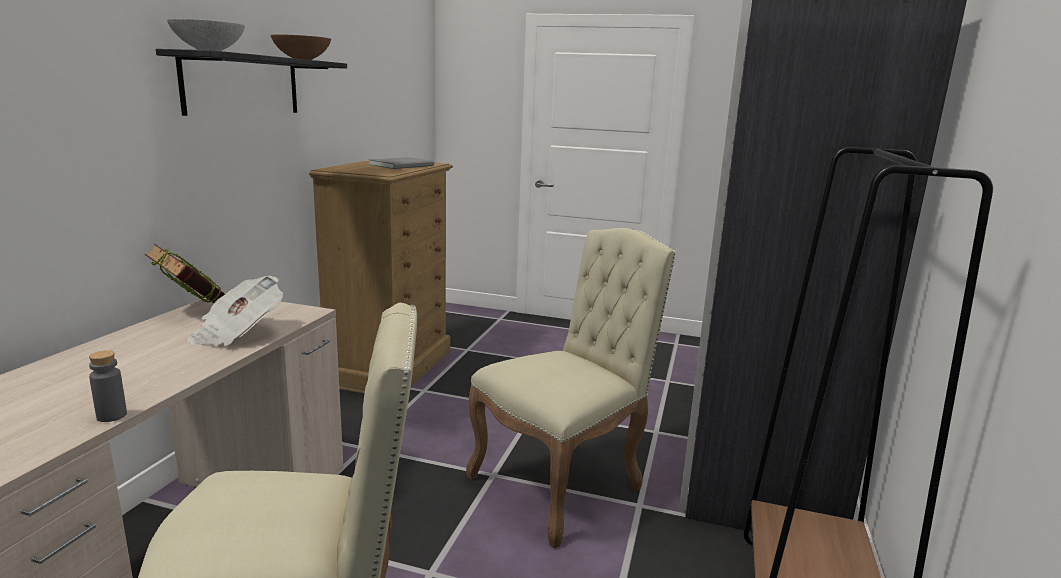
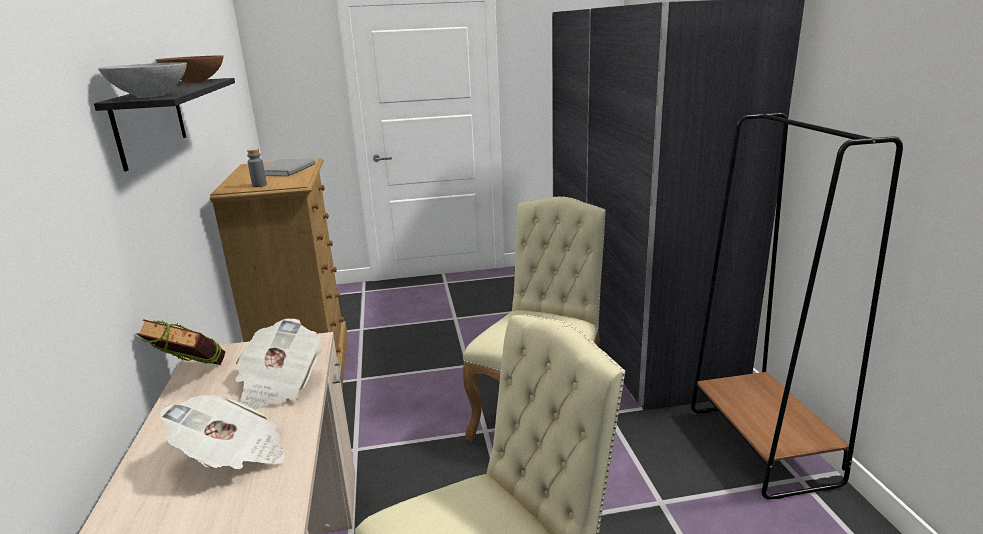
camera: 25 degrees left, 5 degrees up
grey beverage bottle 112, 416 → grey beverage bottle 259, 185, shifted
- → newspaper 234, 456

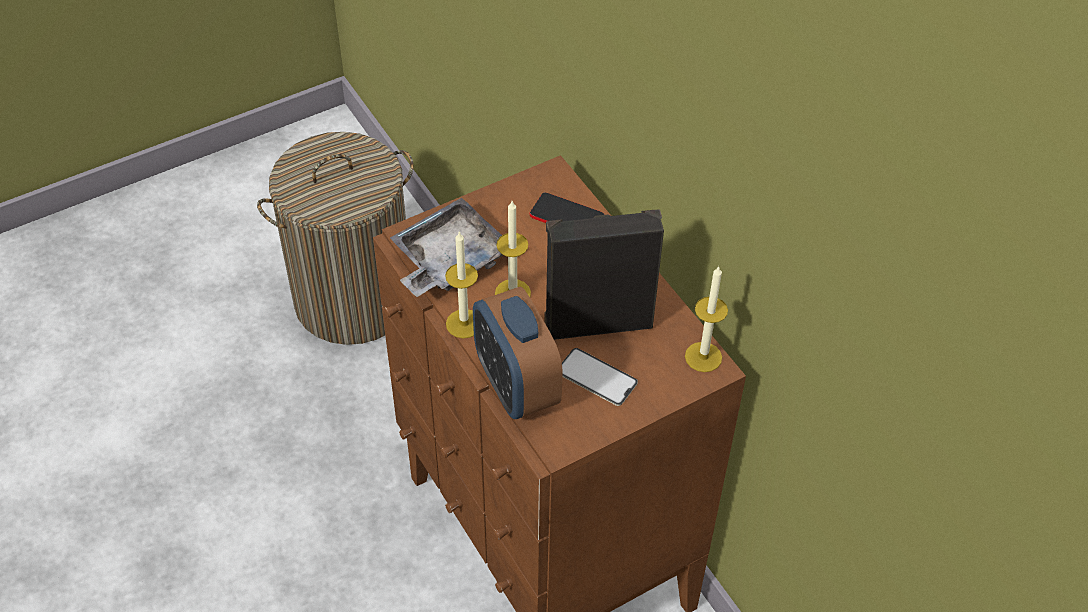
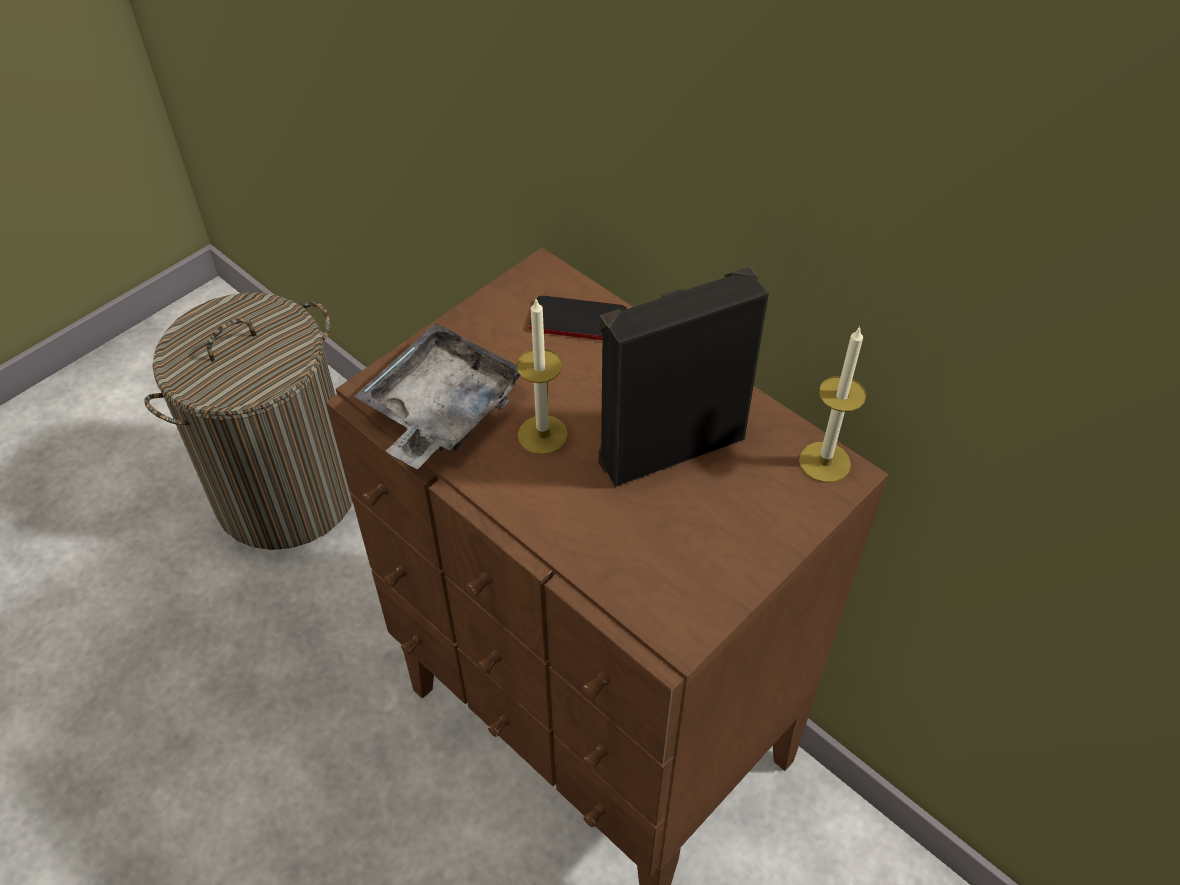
camera: 15 degrees left, 0 degrees up
candle 464, 323 → -
alarm clock 516, 386 → -
phone 596, 377 → -

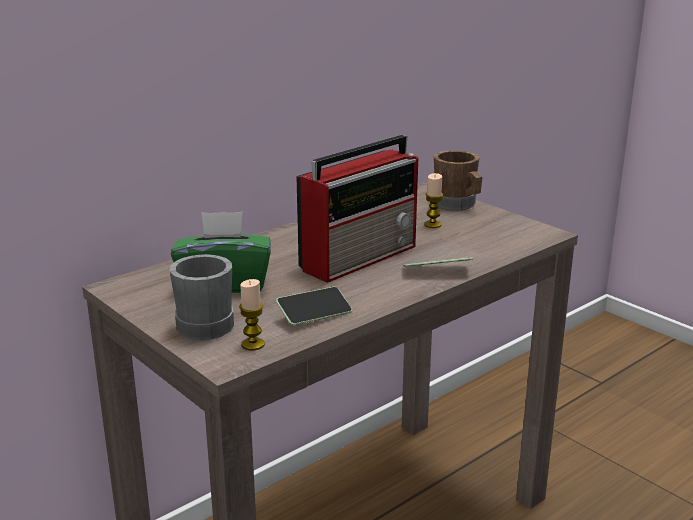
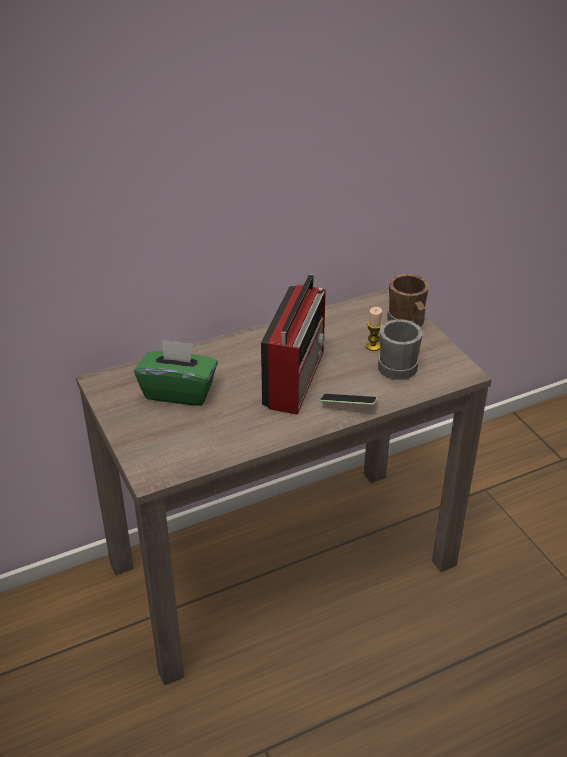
camera: 15 degrees right, 15 degrees up
radio receiver 361, 257 → radio receiver 295, 377, 45 degrees counterclockwise
grey coffee mug 206, 323 → grey coffee mug 398, 365, shifted
candle 253, 344 → -
phone 314, 315 → -

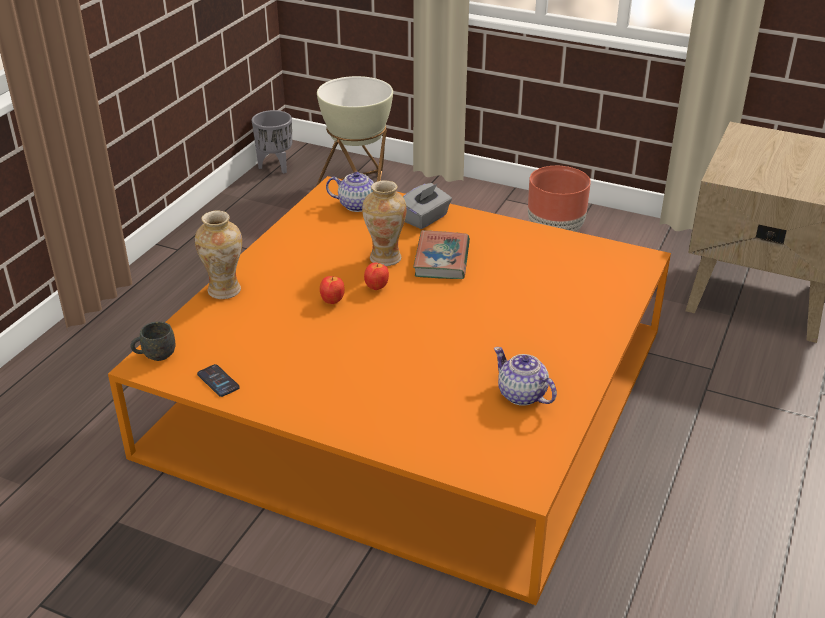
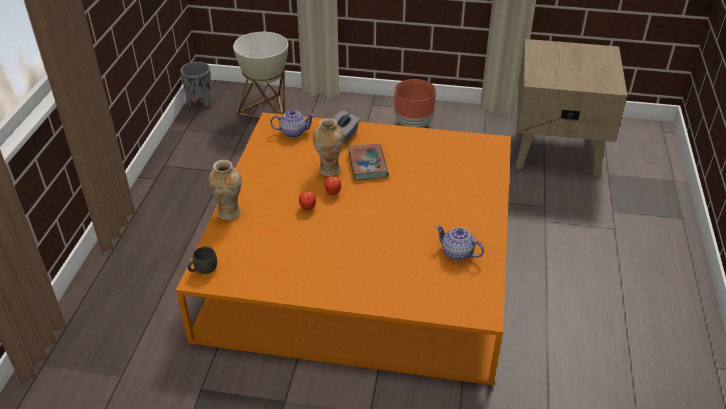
camera: 15 degrees left, 5 degrees up
phone 218, 381 → -

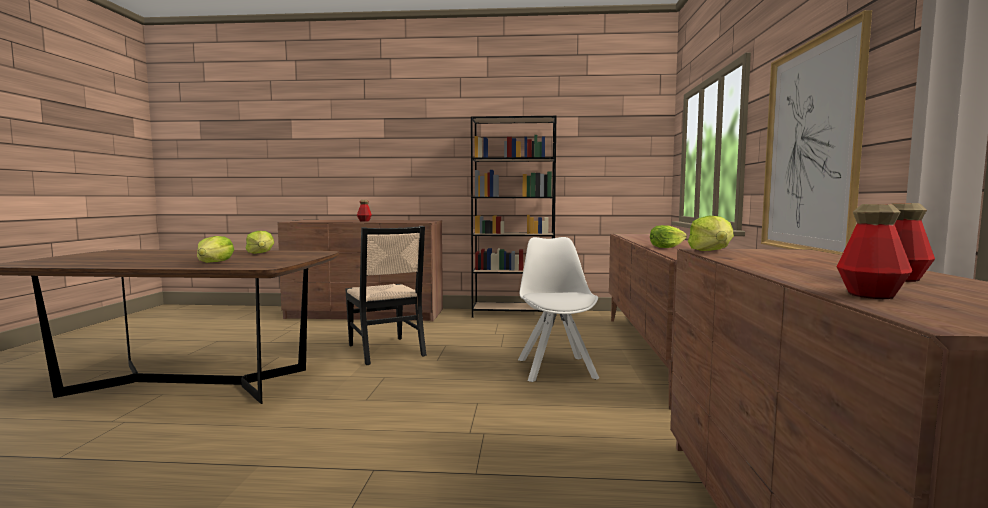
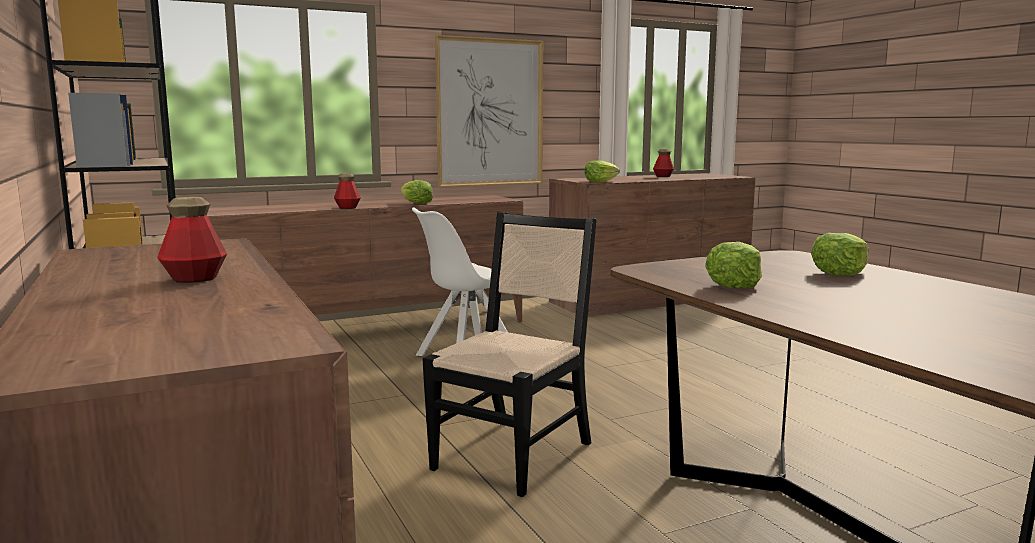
camera: 120 degrees left, 5 degrees up
beverage bottle 871, 295 → beverage bottle 347, 208, shifted

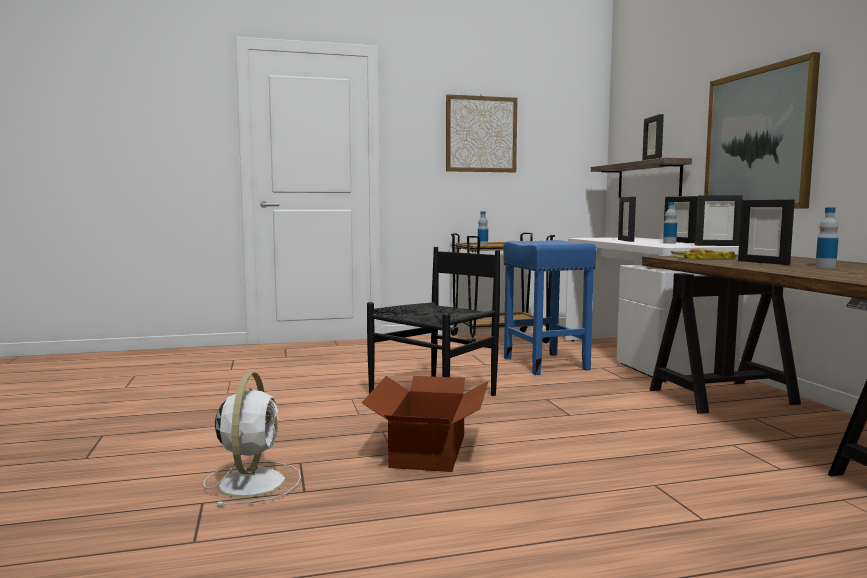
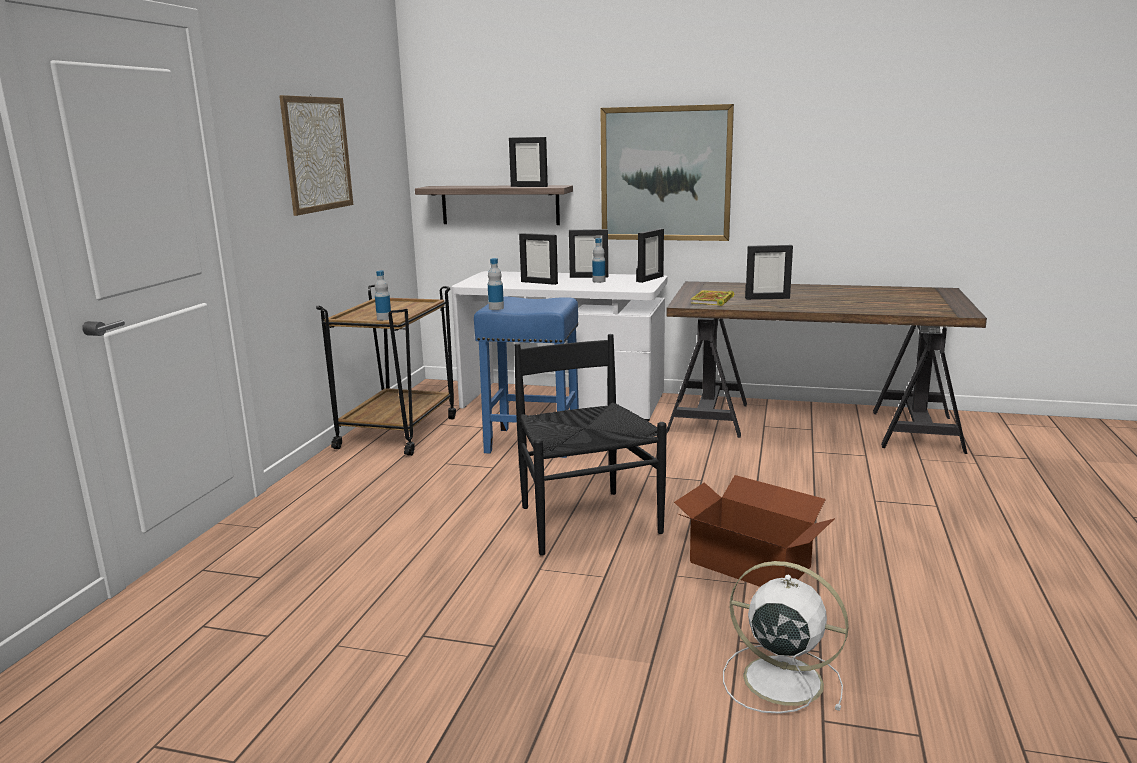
camera: 60 degrees left, 10 degrees up
beverage bottle 825, 266 → beverage bottle 496, 308, shifted

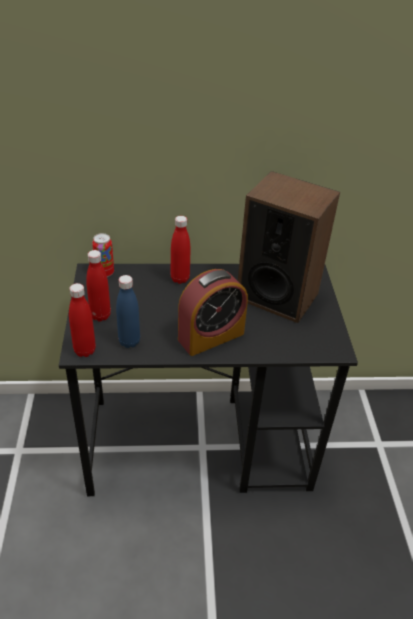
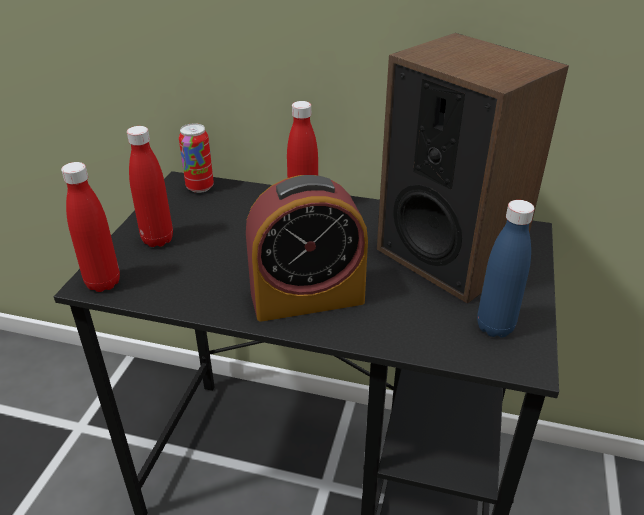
camera: 20 degrees right, 5 degrees down
bluish beverage bottle 129, 341 → bluish beverage bottle 495, 327, shifted

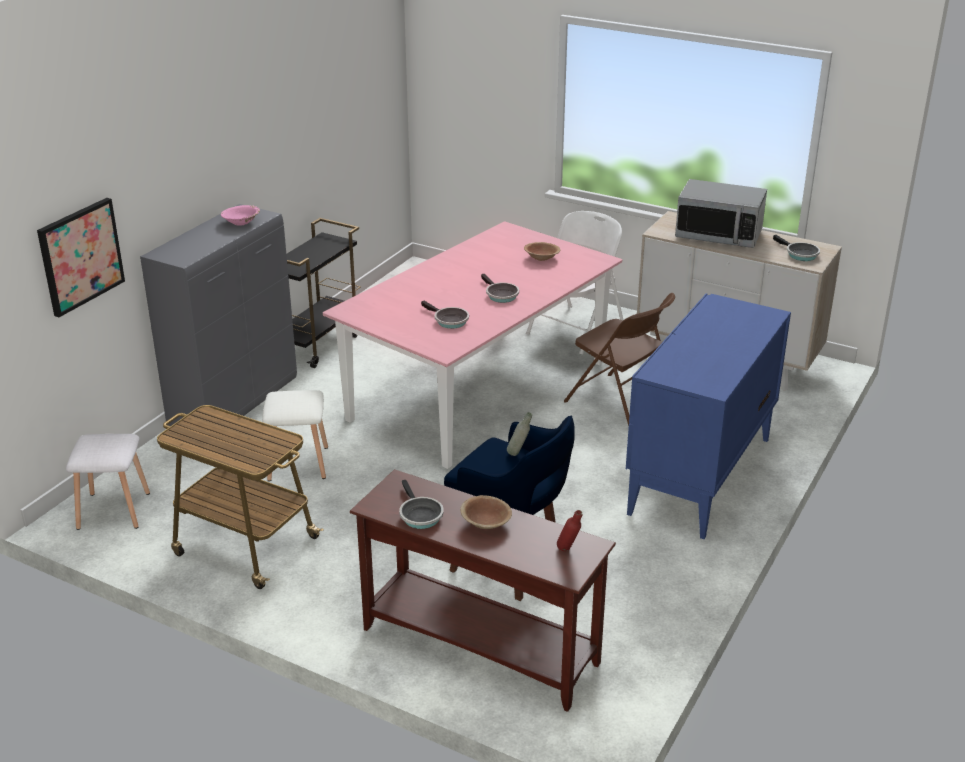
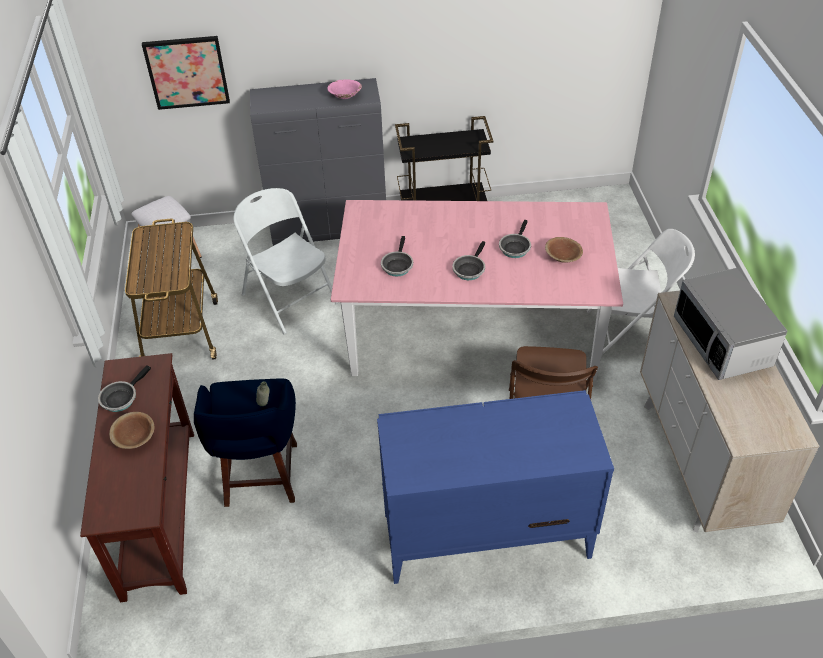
camera: 55 degrees right, 15 degrees up
frying pan 799, 254 → frying pan 515, 247, shifted
white stool 297, 463 → white chair 290, 298
reddish beverage bottle 568, 551 → -

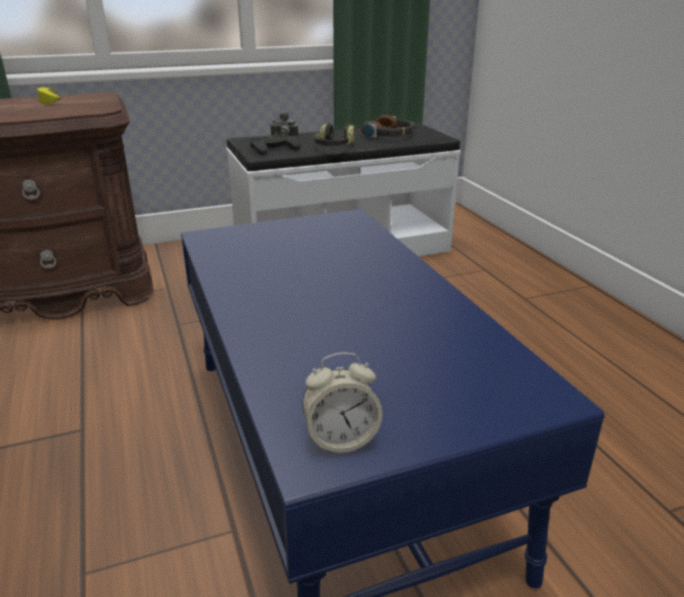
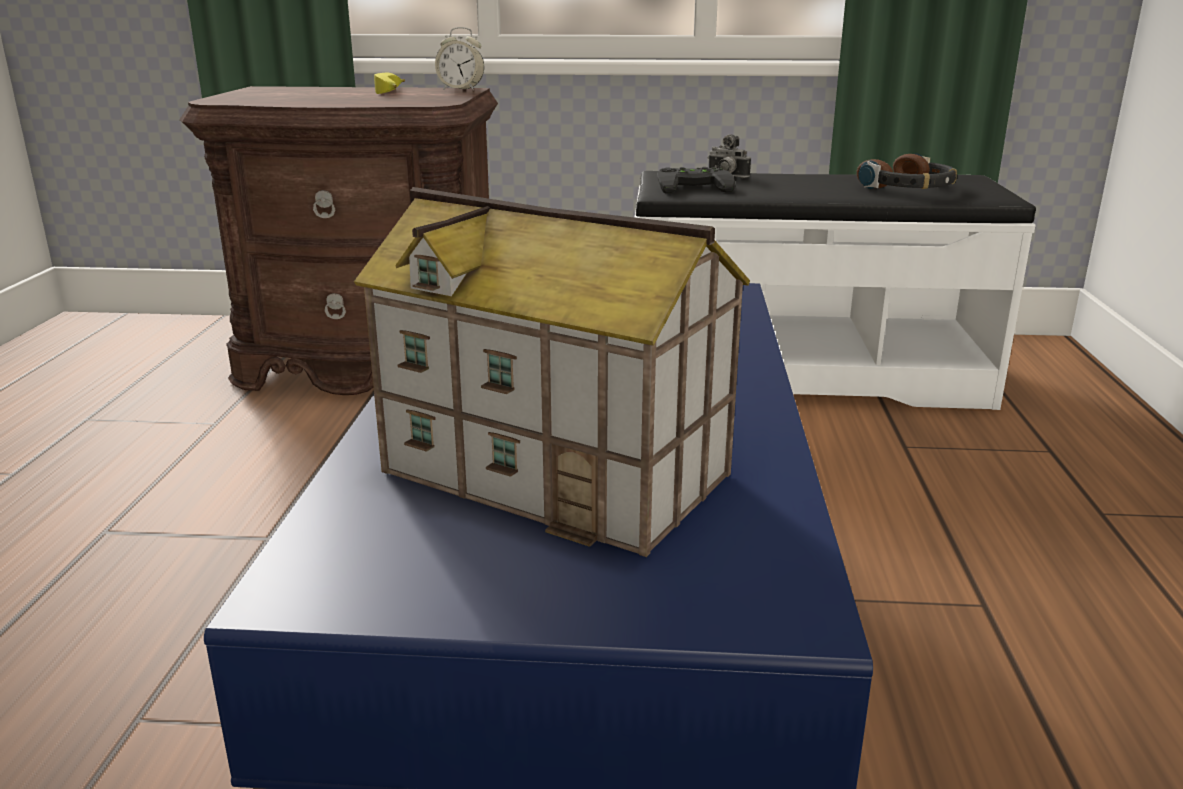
camera: 25 degrees right, 5 degrees down
pair of headphones 334, 147 → -
alarm clock 341, 440 → alarm clock 461, 90, shifted
- → model house 559, 472

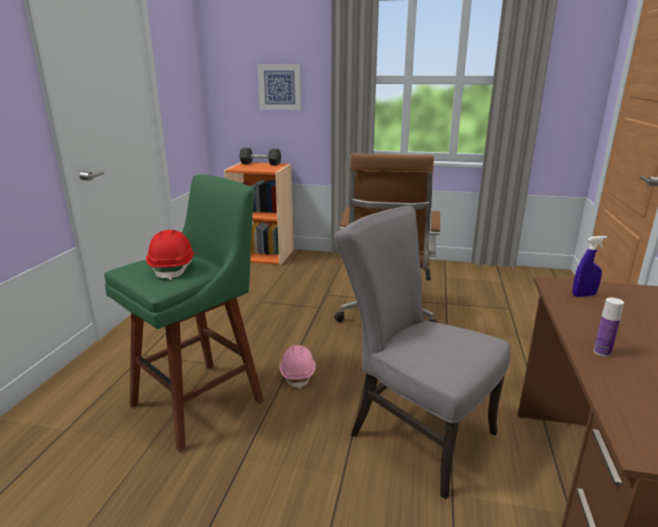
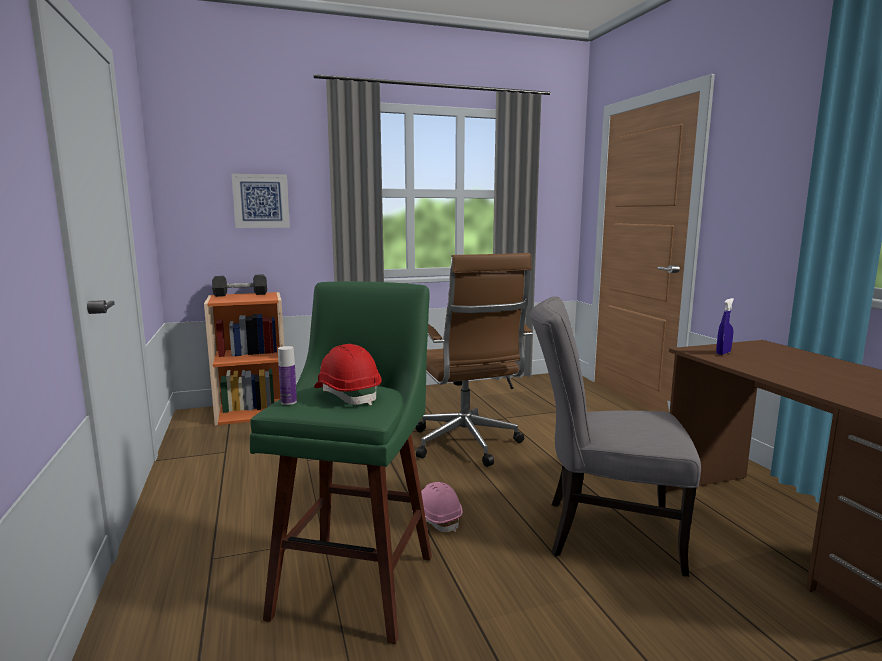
camera: 30 degrees left, 10 degrees down
beverage bottle 602, 352 → beverage bottle 288, 402, shifted

